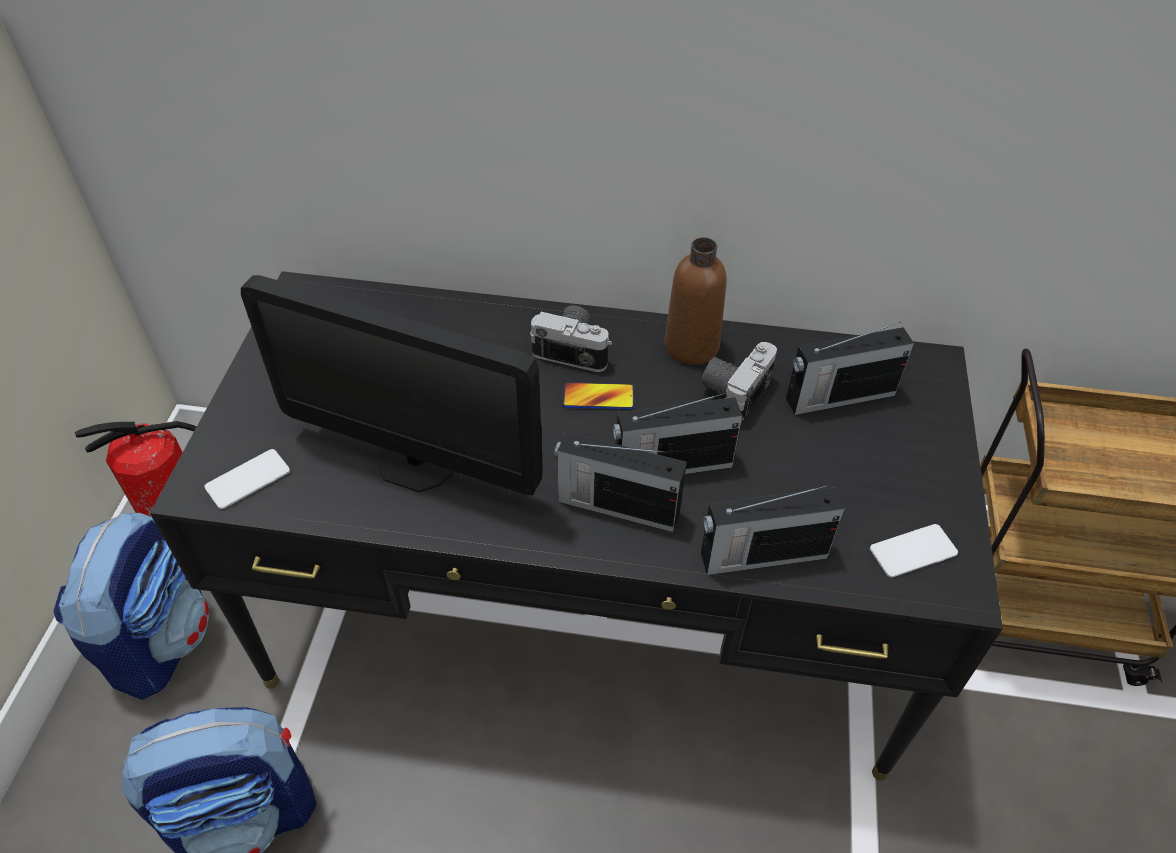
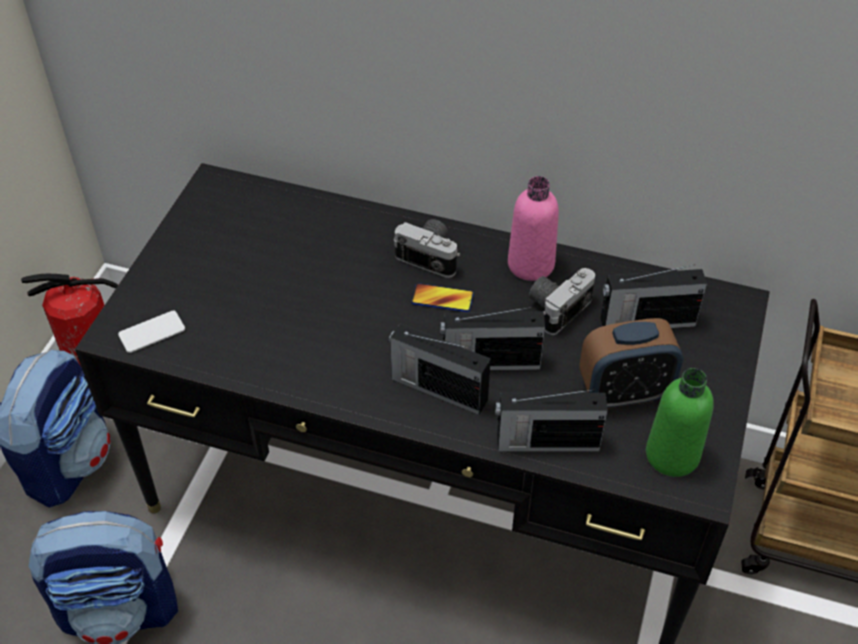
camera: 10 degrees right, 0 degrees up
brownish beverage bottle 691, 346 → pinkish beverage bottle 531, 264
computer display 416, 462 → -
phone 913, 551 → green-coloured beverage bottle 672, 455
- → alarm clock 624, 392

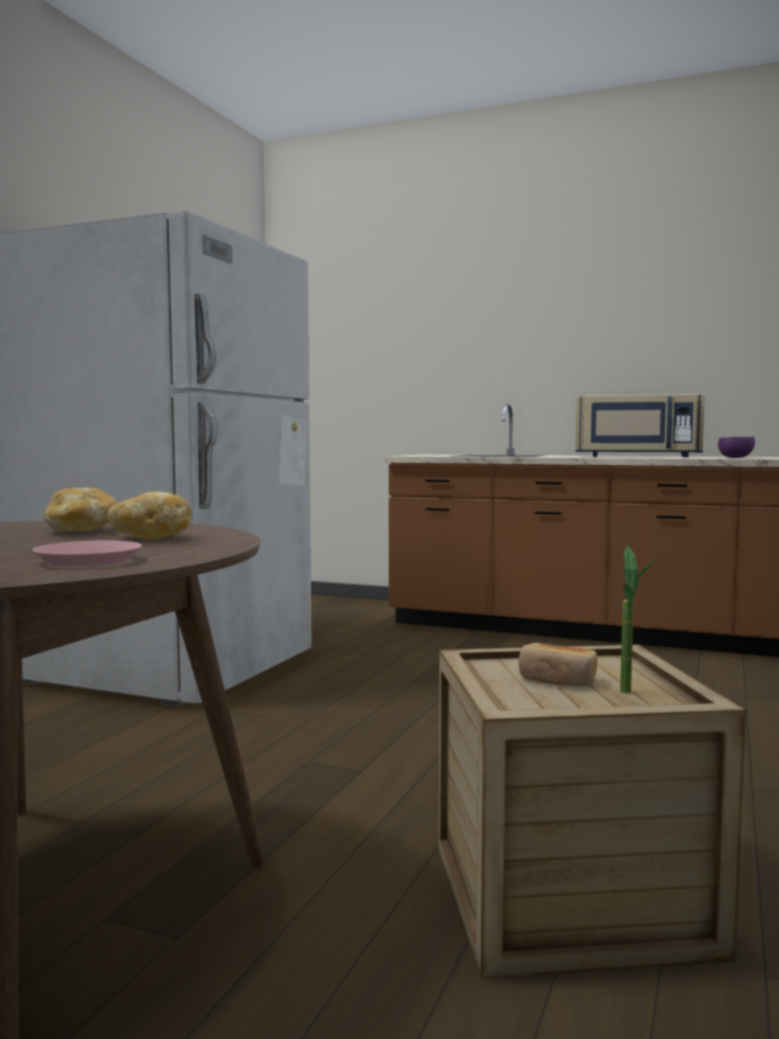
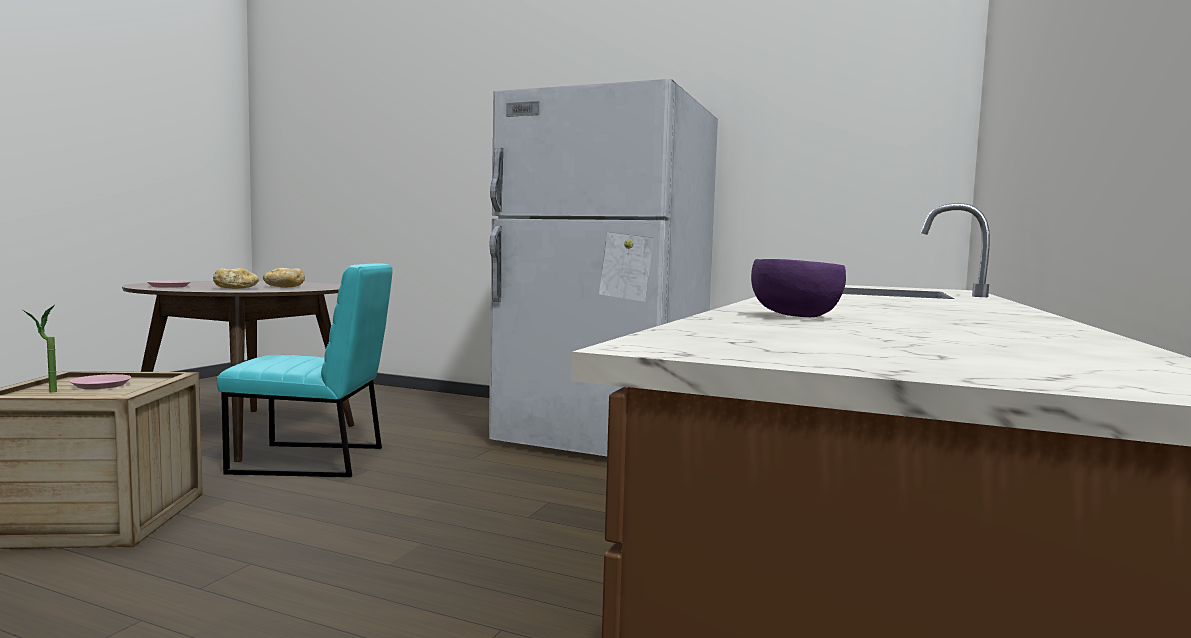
camera: 90 degrees right, 0 degrees up
sand-coloured microwave oven 637, 456 → -
bakery bread 557, 681 → pinkish plate 101, 385
- → turquoise chair 312, 460

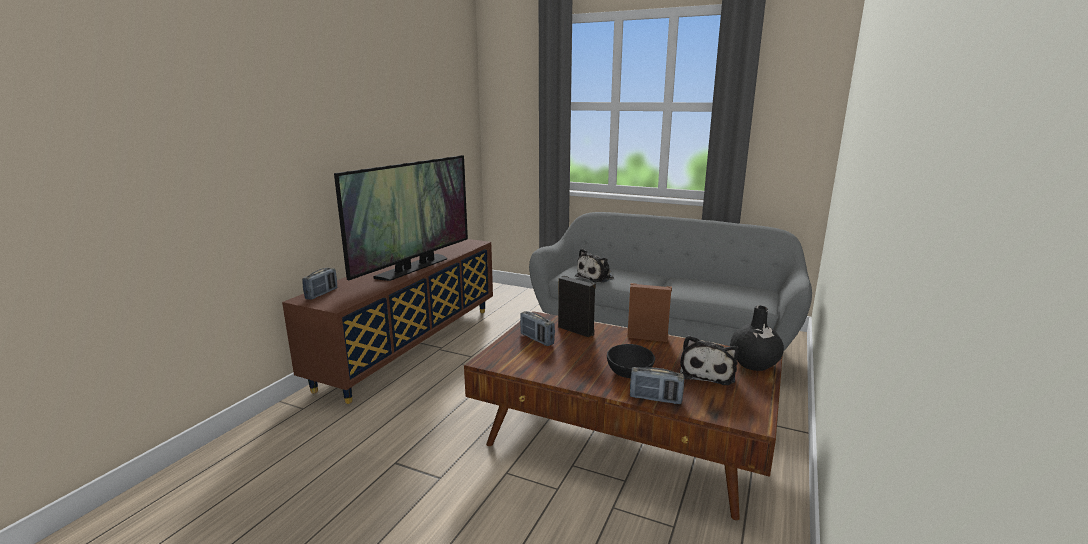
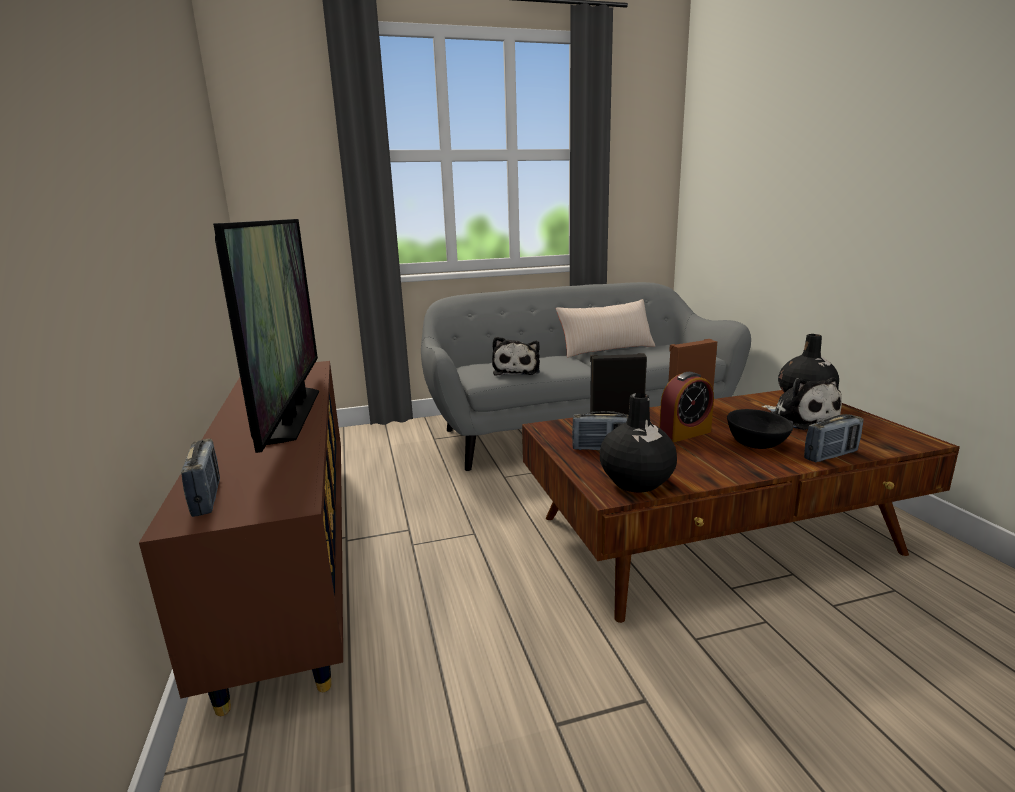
camera: 40 degrees left, 0 degrees up
- → sand-coloured pillow 606, 349
- → alarm clock 685, 433
- → black-coloured decorative vase 636, 482

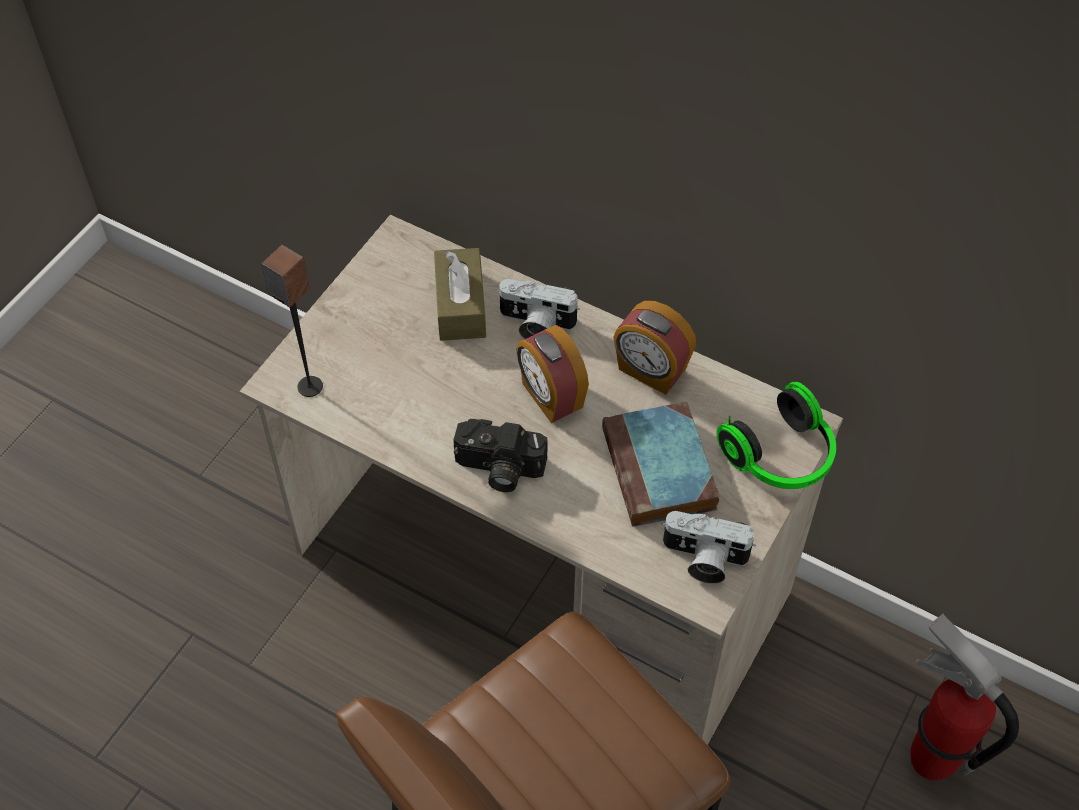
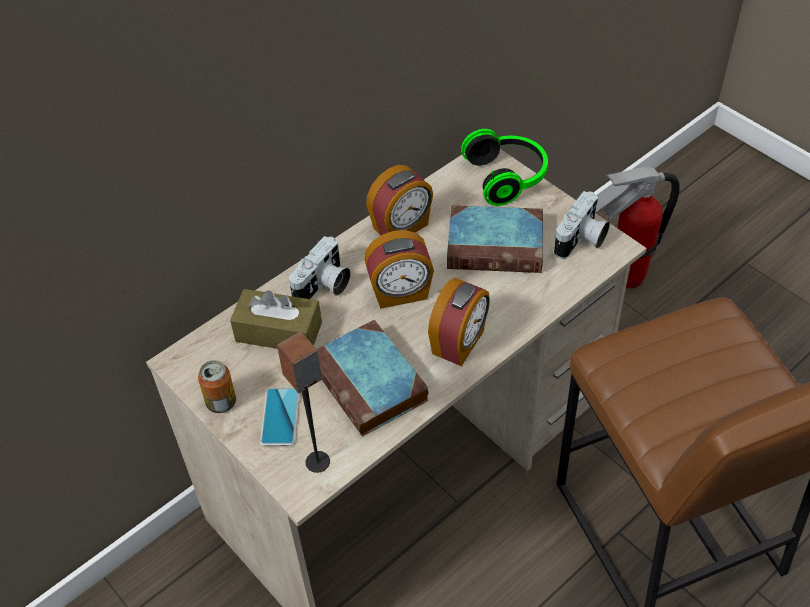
camera: 70 degrees left, 5 degrees down
still camera 498, 469 → alarm clock 459, 343
- → bound book 371, 384
- → can 221, 402
- → phone 280, 417

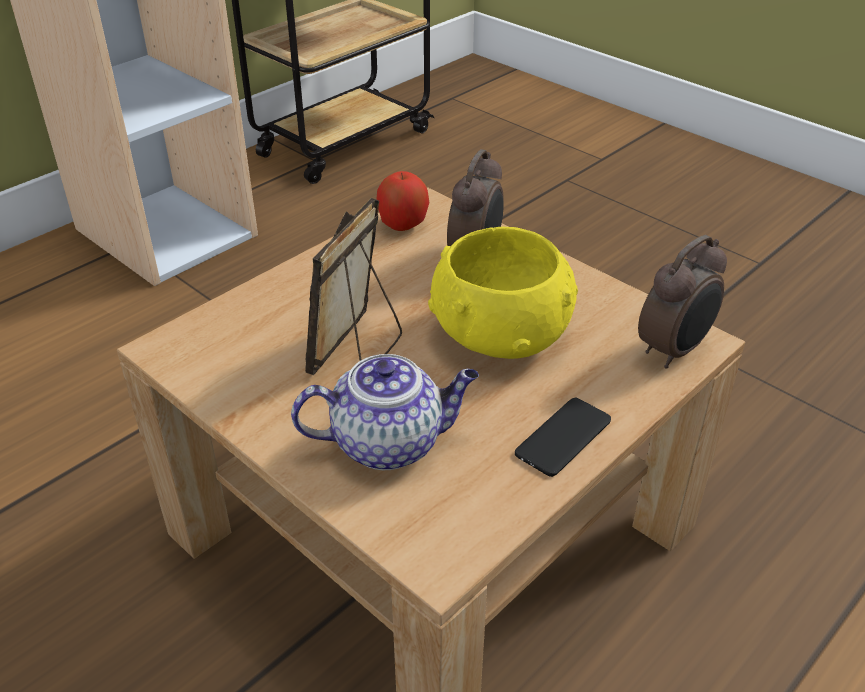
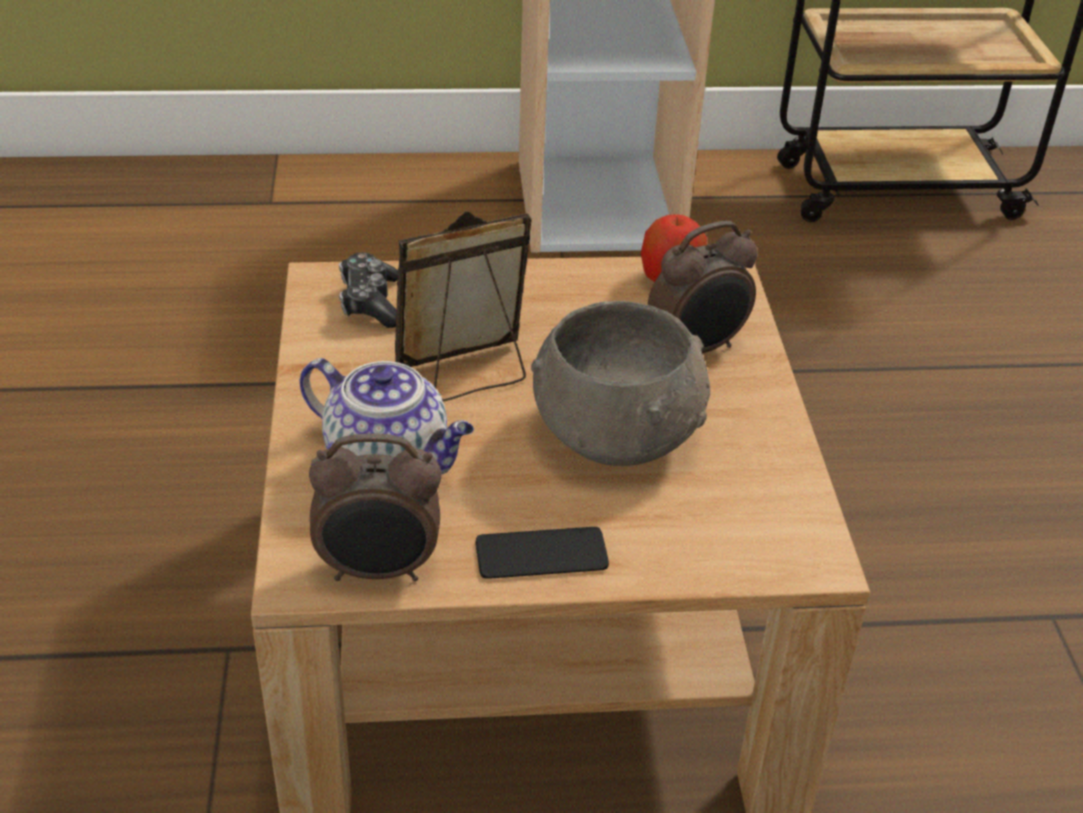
camera: 40 degrees right, 0 degrees up
yellow deep dish 501, 334 → grey deep dish 617, 432
alarm clock 675, 350 → alarm clock 379, 571, shifted
- → joypad 370, 302

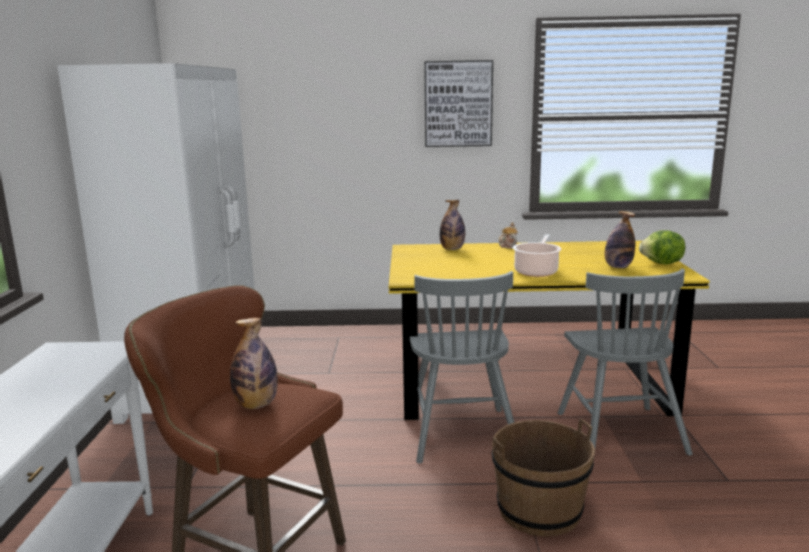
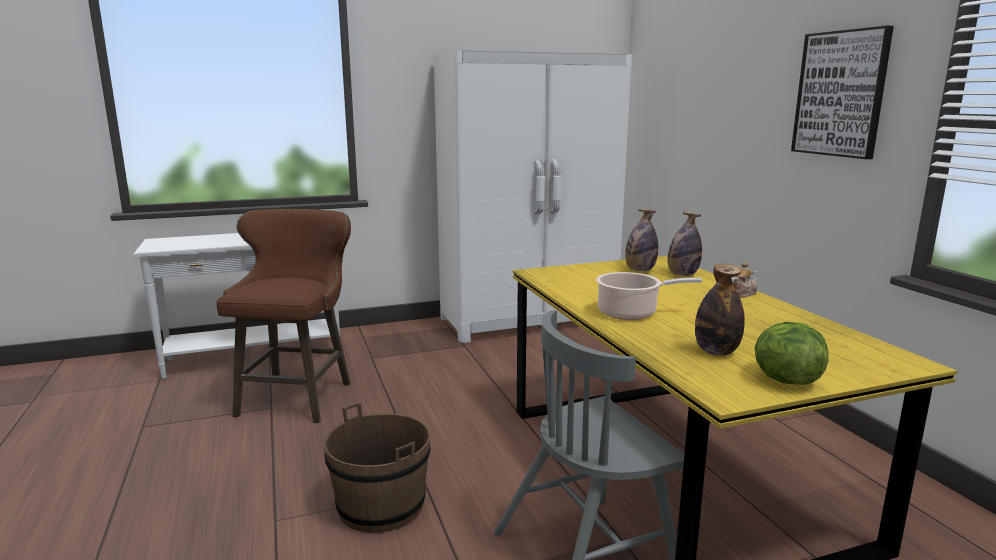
camera: 70 degrees right, 0 degrees up
grey chair 460, 430 → -
beverage bottle 256, 405 → beverage bottle 640, 270, shifted

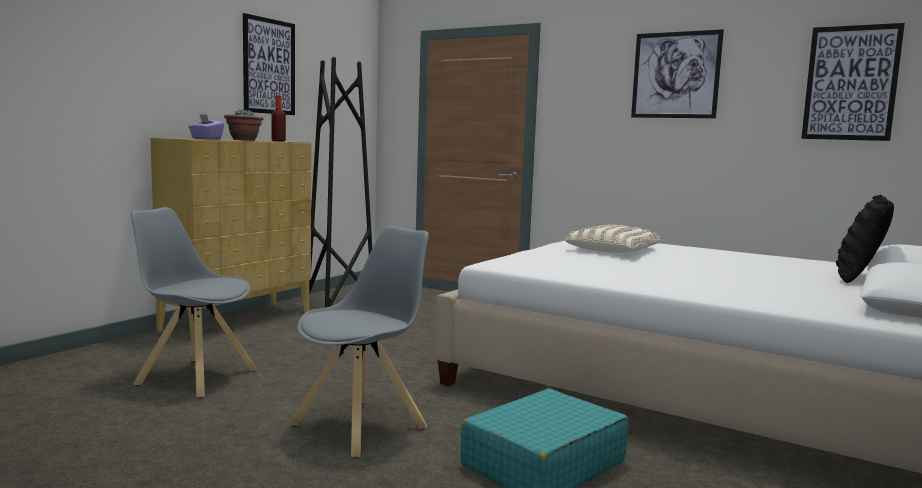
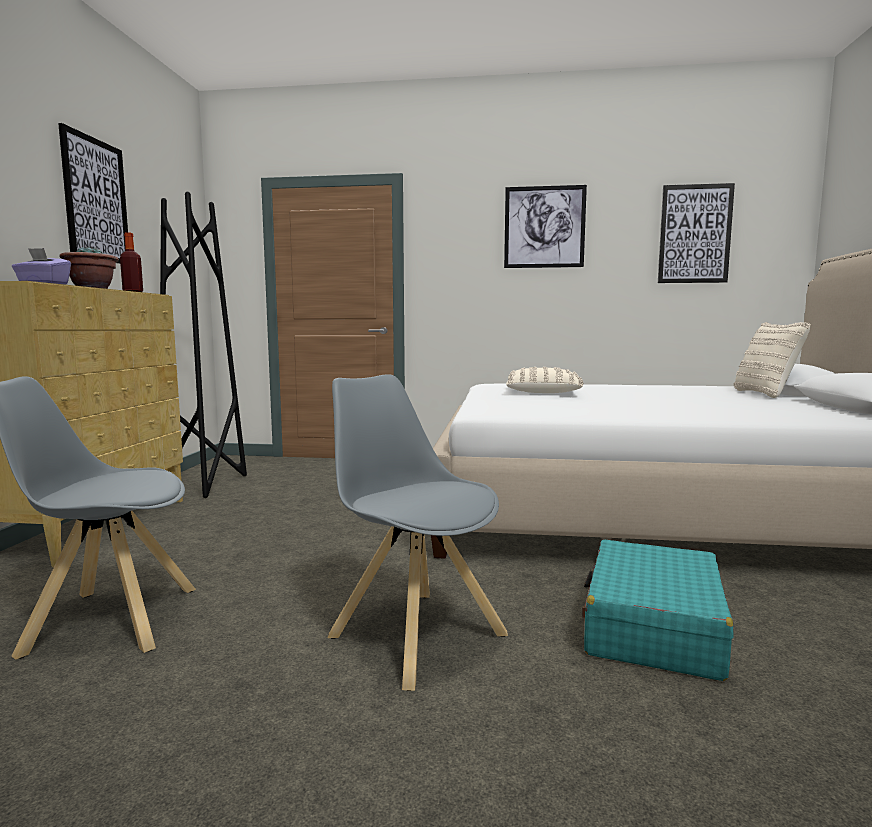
camera: 25 degrees left, 0 degrees up
black-coloured pillow 858, 278 → sand-coloured pillow 766, 394
grey chair 362, 425 → grey chair 414, 632, 60 degrees counterclockwise

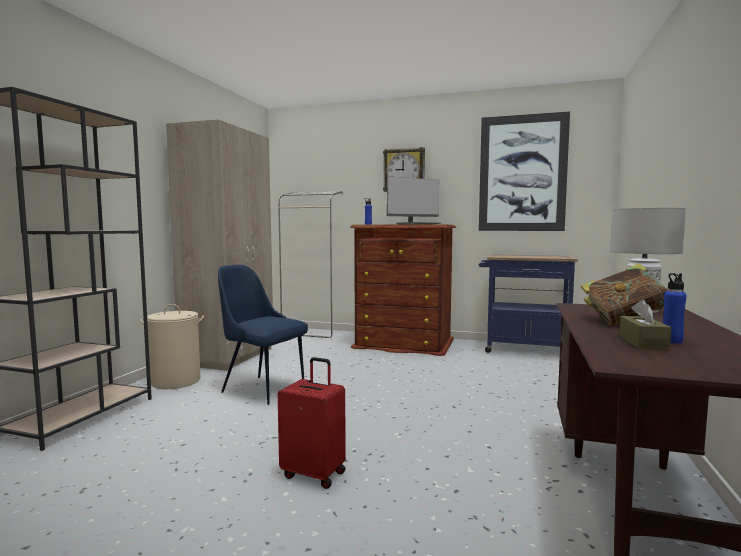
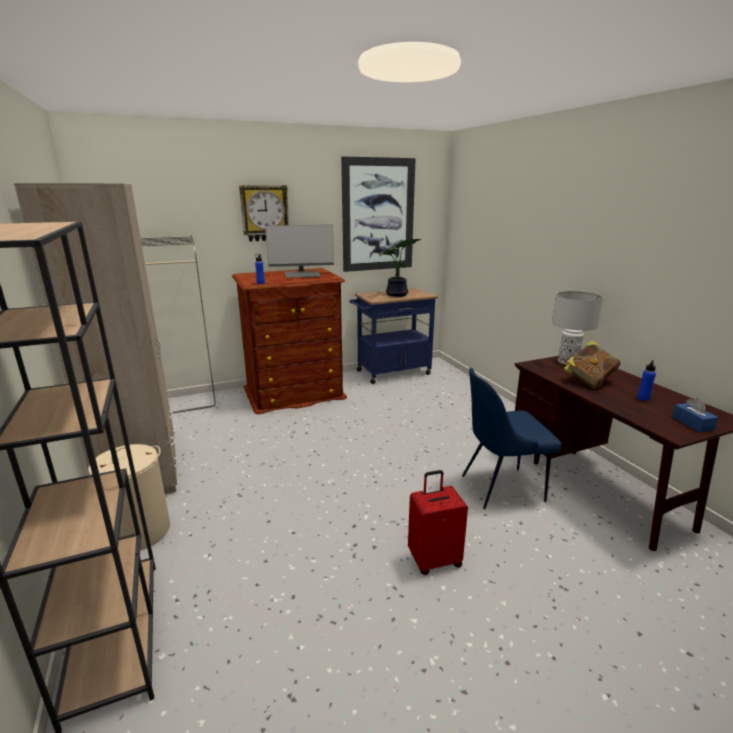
camera: 40 degrees left, 15 degrees up
computer display 418, 224 → computer display 302, 275, 60 degrees clockwise
bluish chair 262, 389 → bluish chair 501, 488, shifted
brownish box of tissues 643, 343 → -
- → houseplant 397, 295
- → bluish box of tissues 692, 423

